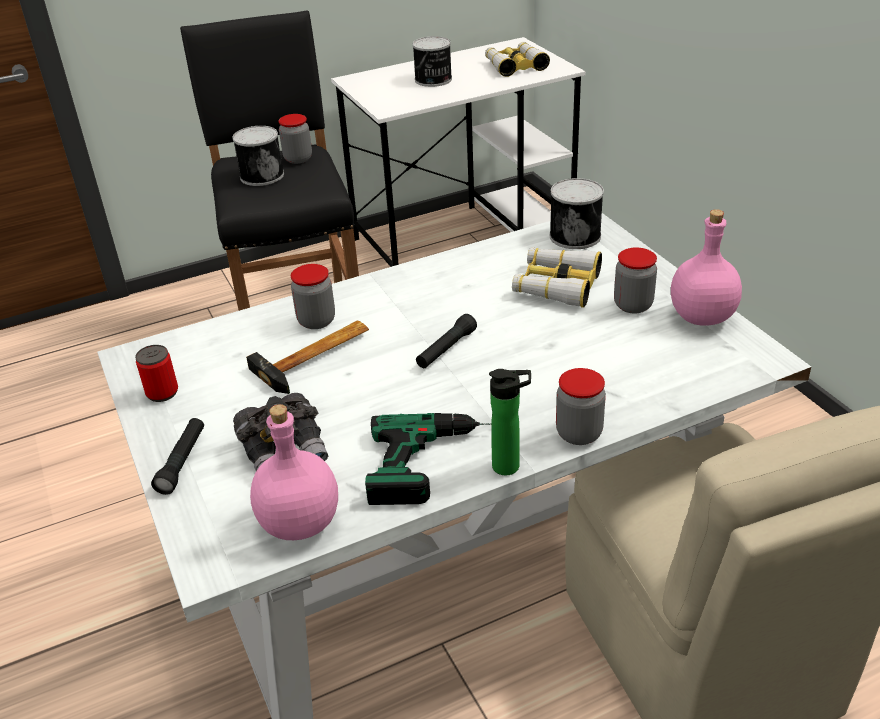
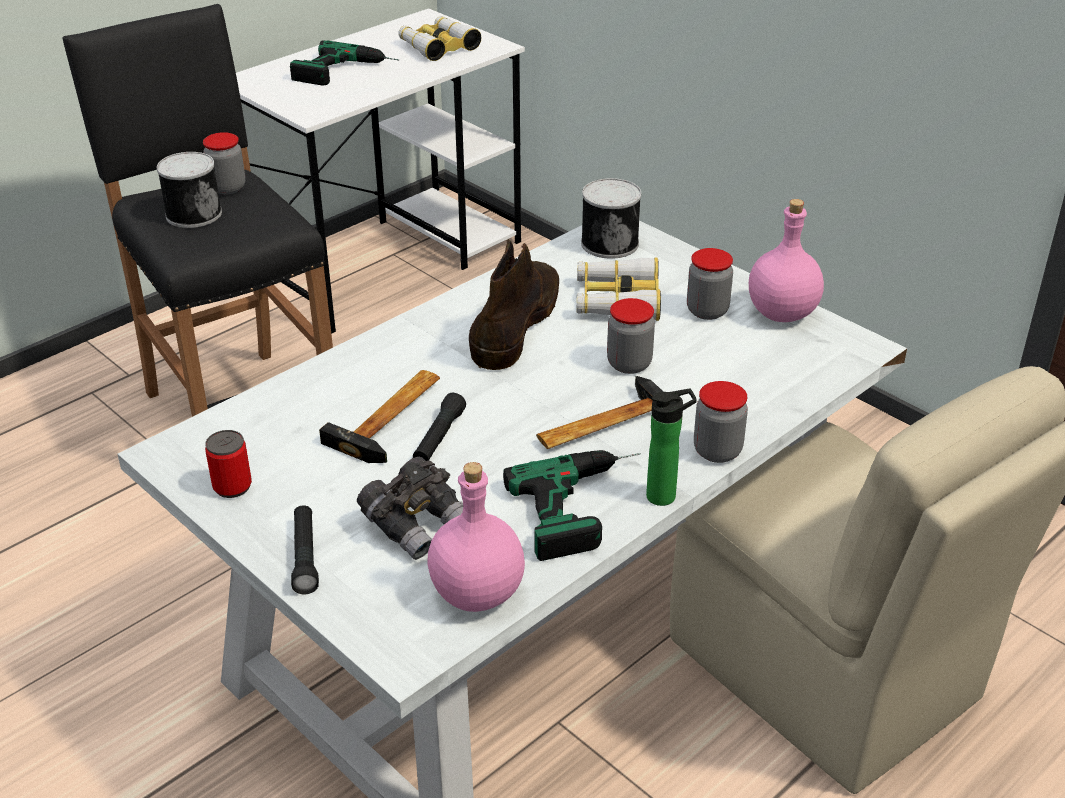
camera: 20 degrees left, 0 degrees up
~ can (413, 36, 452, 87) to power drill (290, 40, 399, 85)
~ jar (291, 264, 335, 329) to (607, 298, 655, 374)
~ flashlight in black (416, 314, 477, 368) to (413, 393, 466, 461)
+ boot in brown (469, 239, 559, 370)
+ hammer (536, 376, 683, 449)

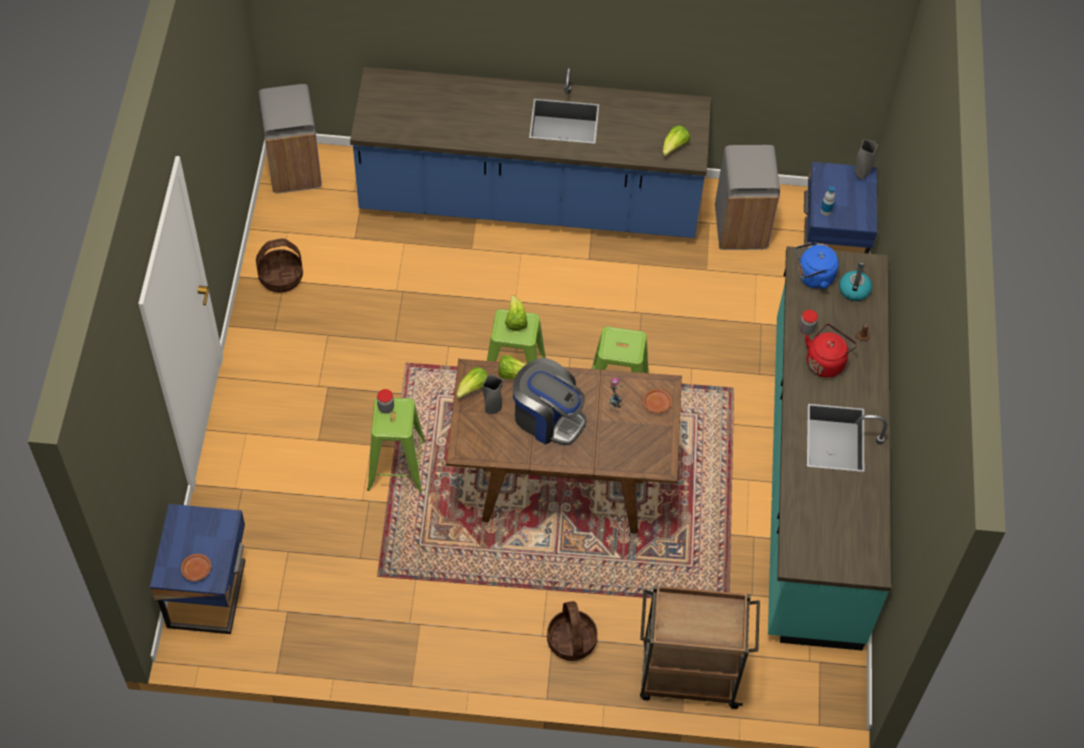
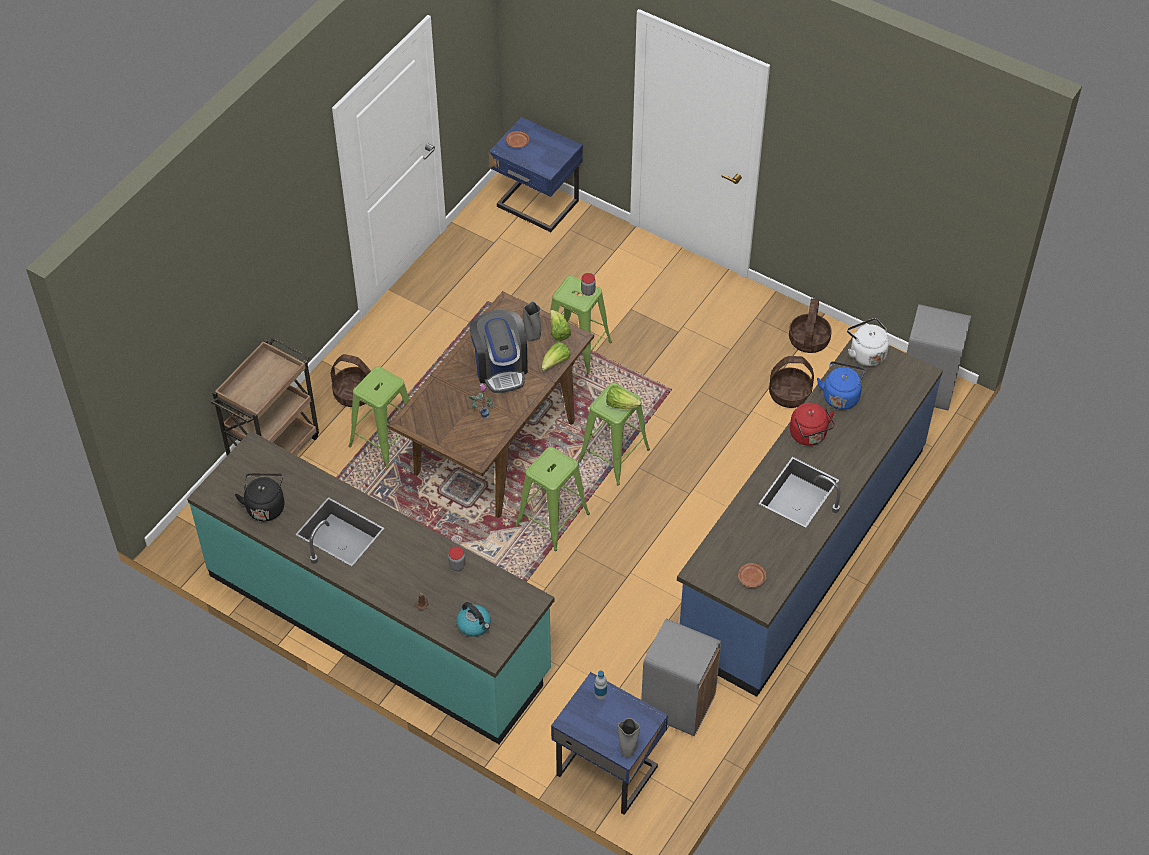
camera: 120 degrees right, 5 degrees down
- lettuce (663, 125, 690, 156)
~ kettle in blue (795, 242, 839, 289) to (817, 361, 865, 410)
~ kettle in red (805, 324, 857, 378) to (790, 403, 835, 446)
~ coffee machine (513, 358, 587, 445) = (470, 310, 528, 393) 75 degrees counterclockwise
~ plate in brown (643, 389, 672, 413) to (738, 563, 766, 587)
+ kettle in white (847, 318, 889, 366)
+ basket (769, 356, 814, 408)
+ stool in green (349, 366, 410, 468)
+ kettle in black (235, 473, 284, 521)

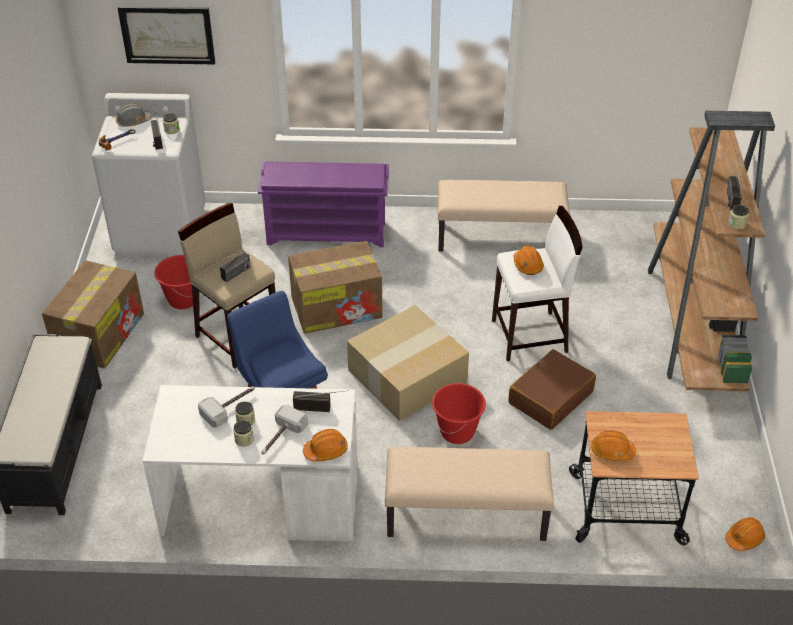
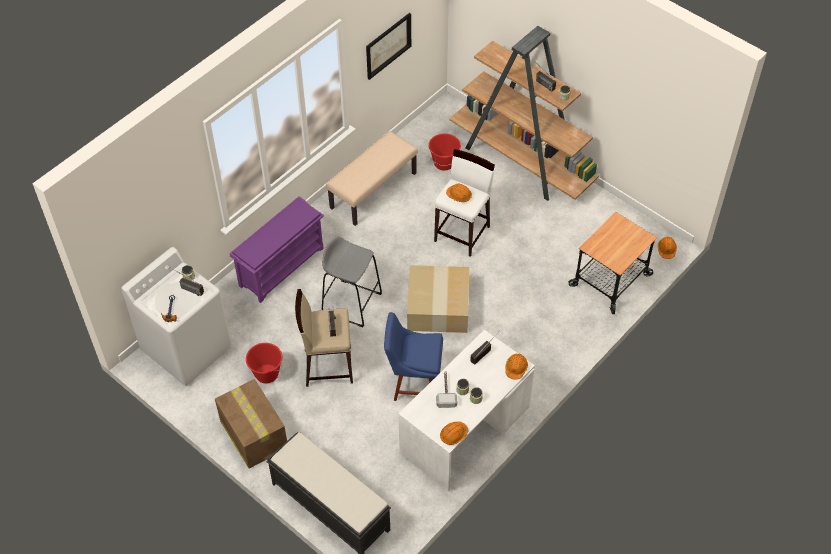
camera: 50 degrees left, 10 degrees up
~ picture (118, 6, 215, 64) to (366, 13, 411, 80)
- hard hat in grey (116, 103, 151, 126)
~ cardboard box (288, 241, 383, 334) to stool in grey (322, 237, 382, 327)
- suitcase in brown (508, 349, 596, 430)
~ bucket in red (432, 383, 486, 444) to (428, 133, 461, 171)
- hammer (261, 405, 308, 455)
~ hard hat in orange (591, 430, 636, 461) to (440, 421, 468, 445)
- bench in beige (385, 447, 554, 541)

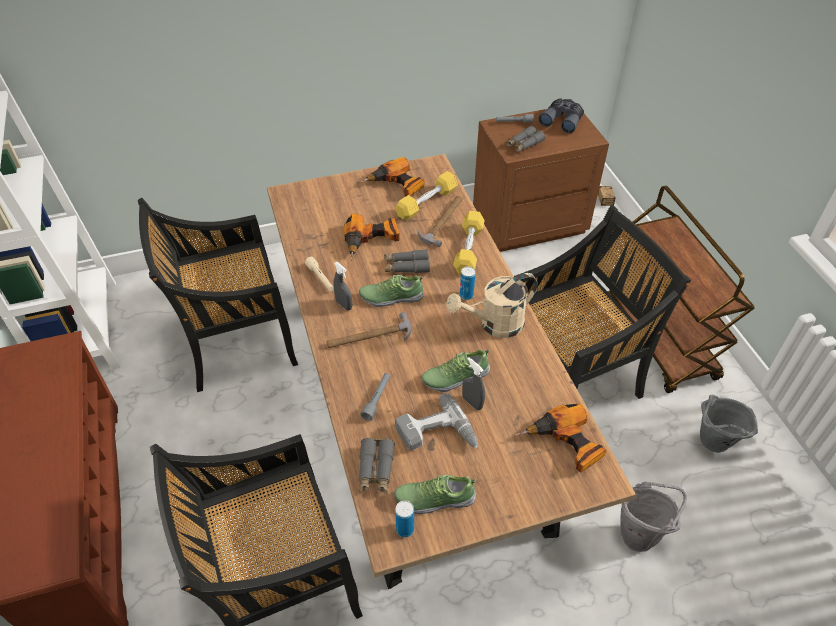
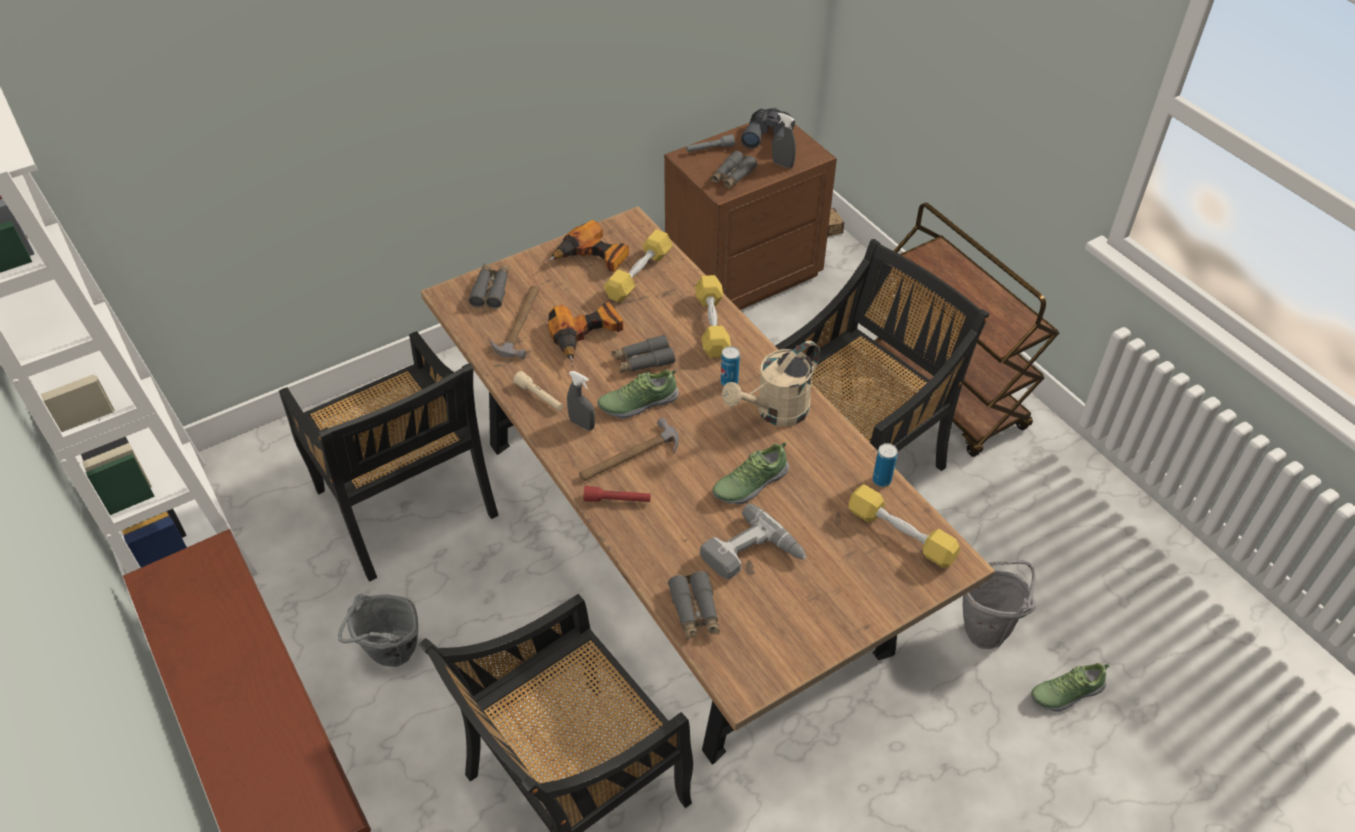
camera: 15 degrees left, 0 degrees up
~ hammer (418, 196, 462, 247) to (490, 286, 539, 359)
~ chair in black (138, 198, 298, 392) = (279, 331, 499, 581) 90 degrees counterclockwise
~ spray bottle in grey (462, 357, 485, 410) to (772, 112, 796, 169)
- flashlight in grey (360, 373, 390, 421)
~ bucket in grey (700, 395, 758, 453) to (338, 594, 418, 667)
~ power drill (514, 403, 606, 472) to dumbbell in yellow (849, 484, 960, 568)
~ shoe (394, 475, 476, 514) to (1031, 663, 1110, 712)
~ can (395, 500, 414, 537) to (873, 443, 898, 487)
+ binoculars in grey (468, 264, 509, 309)
+ flashlight in red (584, 486, 651, 502)

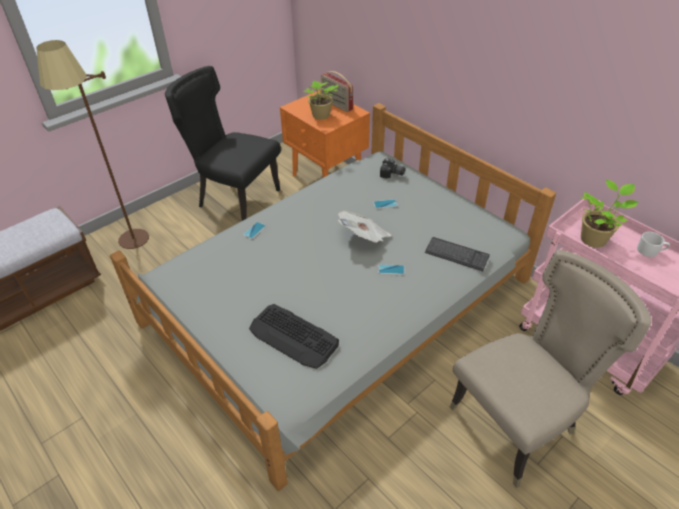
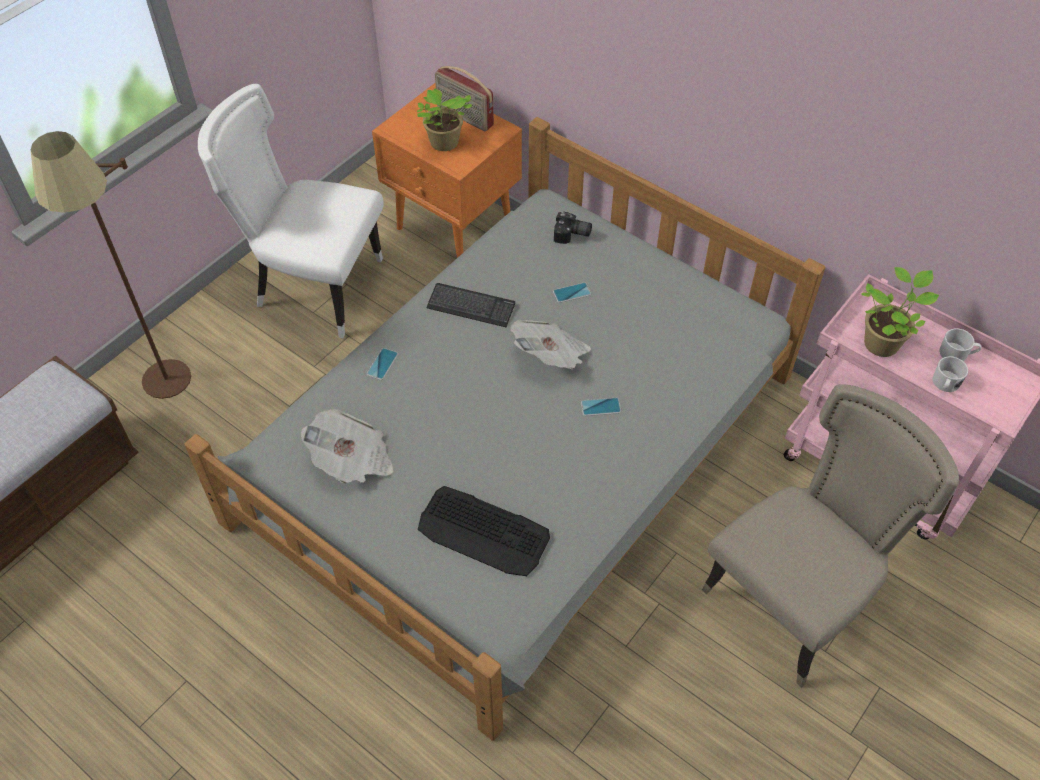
camera: 10 degrees left, 10 degrees up
~ chair in black (165, 66, 281, 221) to chair in white (198, 84, 384, 338)
~ keyboard (425, 237, 490, 271) to (427, 283, 515, 327)
+ mug in white (933, 356, 968, 392)
+ newspaper (301, 409, 394, 483)

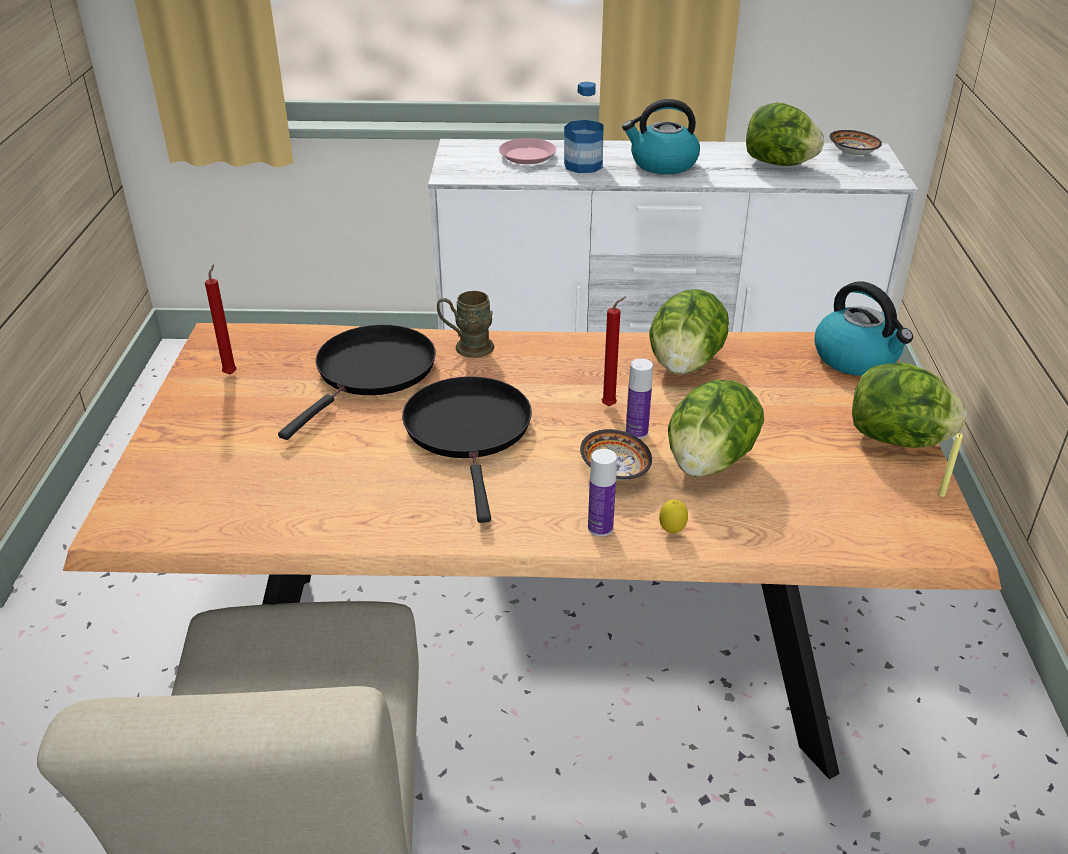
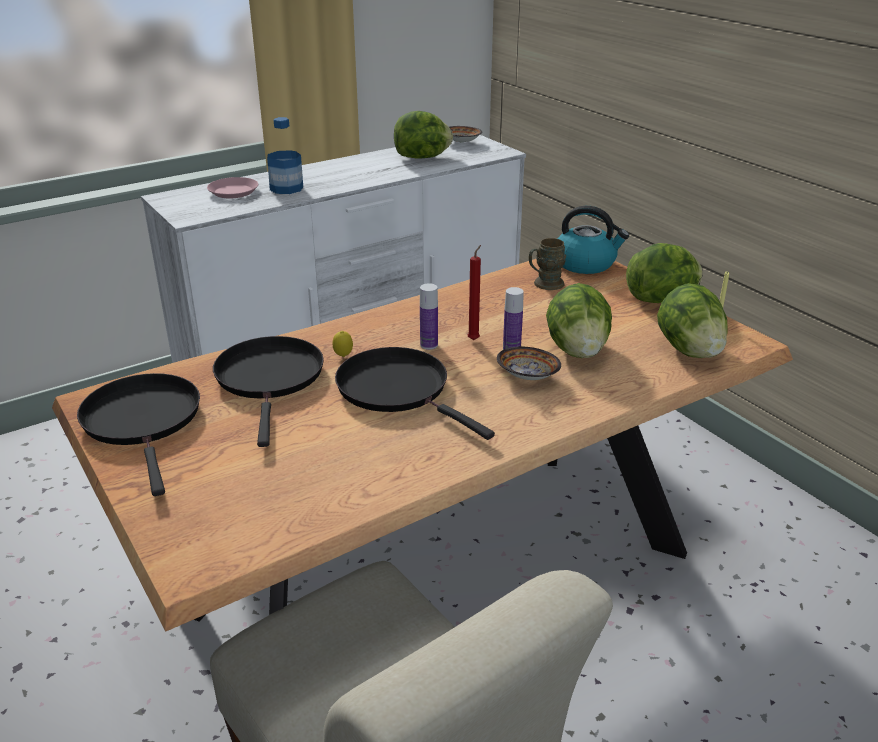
camera: 35 degrees left, 5 degrees down
- kettle (622, 99, 700, 174)
~ candle in red (205, 264, 237, 375) to frying pan in black (77, 373, 200, 496)
~ lettuce (649, 289, 729, 374) to (657, 283, 728, 358)
~ mug in brown (437, 291, 494, 358) to (529, 238, 566, 290)
~ bottle (588, 449, 617, 537) to (420, 283, 438, 350)
~ lemon (659, 499, 688, 533) to (332, 331, 353, 357)

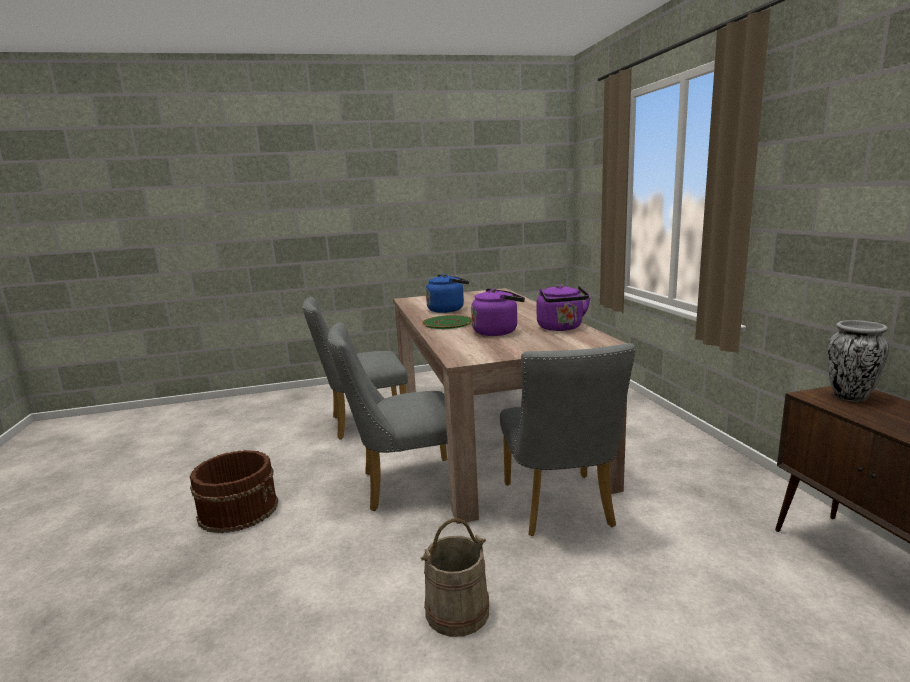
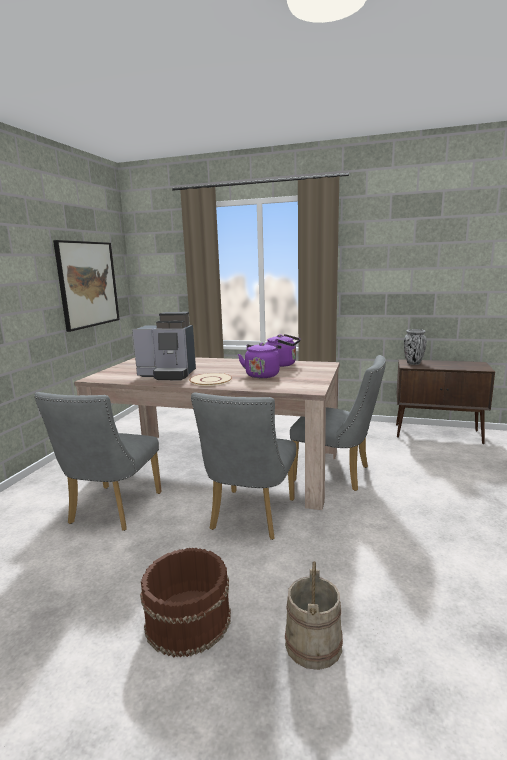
camera: 60 degrees left, 0 degrees up
~ kettle in blue (426, 274, 469, 313) to coffee machine (132, 312, 196, 381)
~ plate in green (422, 315, 472, 329) to plate in beige (189, 373, 232, 386)
~ bucket in beige (420, 518, 489, 637) to (285, 561, 343, 670)
+ picture (53, 240, 120, 332)

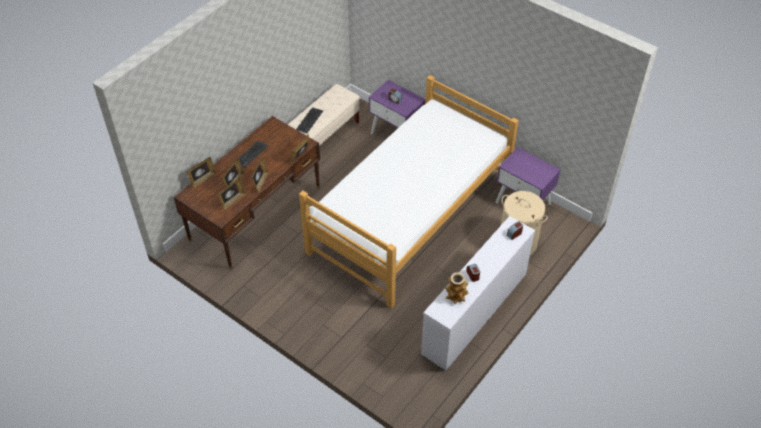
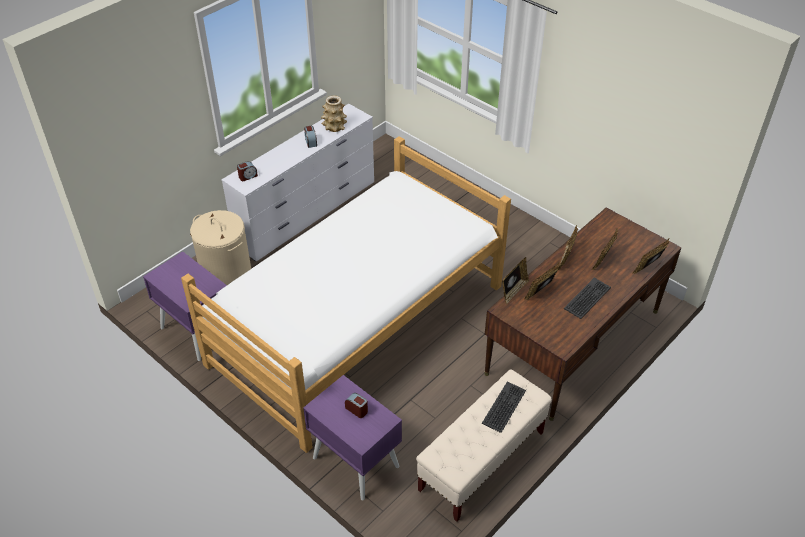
camera: 175 degrees left, 5 degrees down
~ picture frame (218, 178, 246, 210) to (524, 261, 560, 300)

